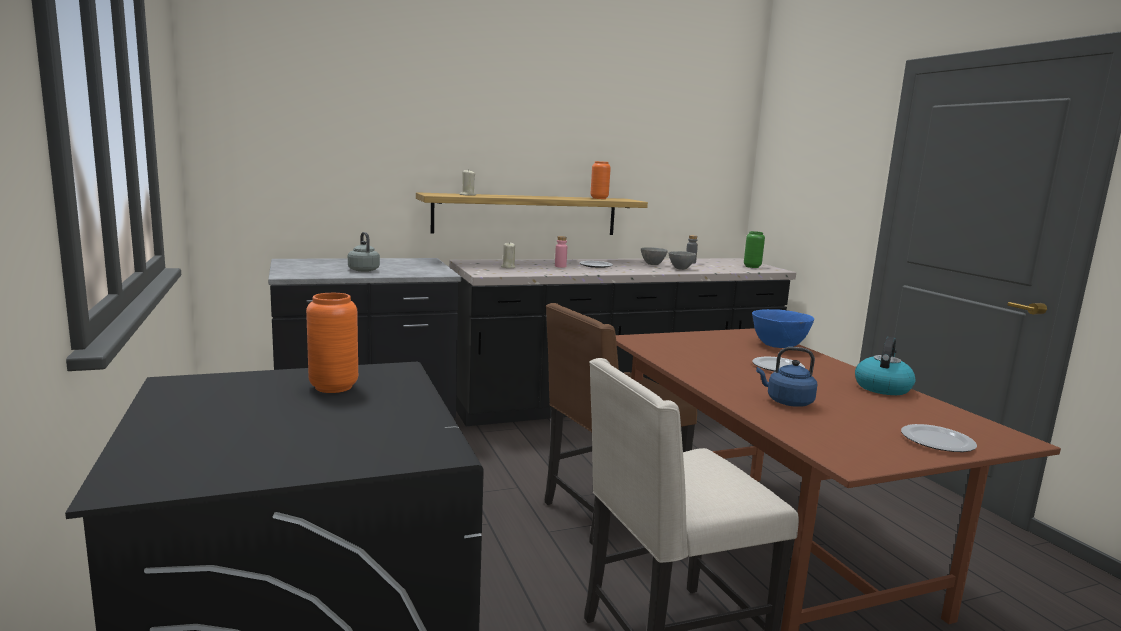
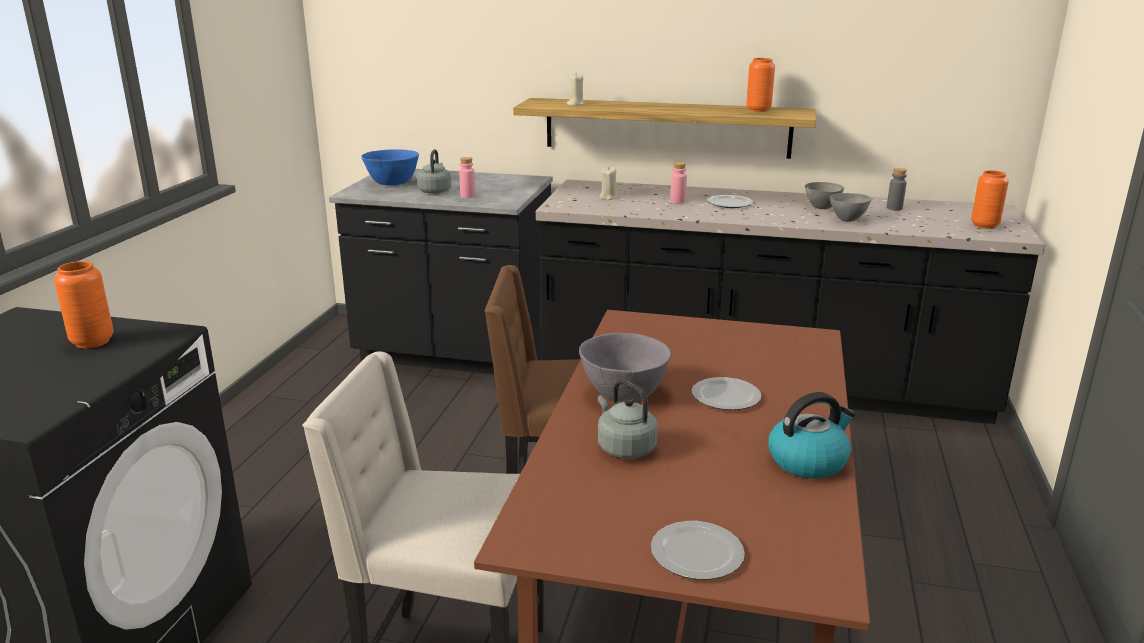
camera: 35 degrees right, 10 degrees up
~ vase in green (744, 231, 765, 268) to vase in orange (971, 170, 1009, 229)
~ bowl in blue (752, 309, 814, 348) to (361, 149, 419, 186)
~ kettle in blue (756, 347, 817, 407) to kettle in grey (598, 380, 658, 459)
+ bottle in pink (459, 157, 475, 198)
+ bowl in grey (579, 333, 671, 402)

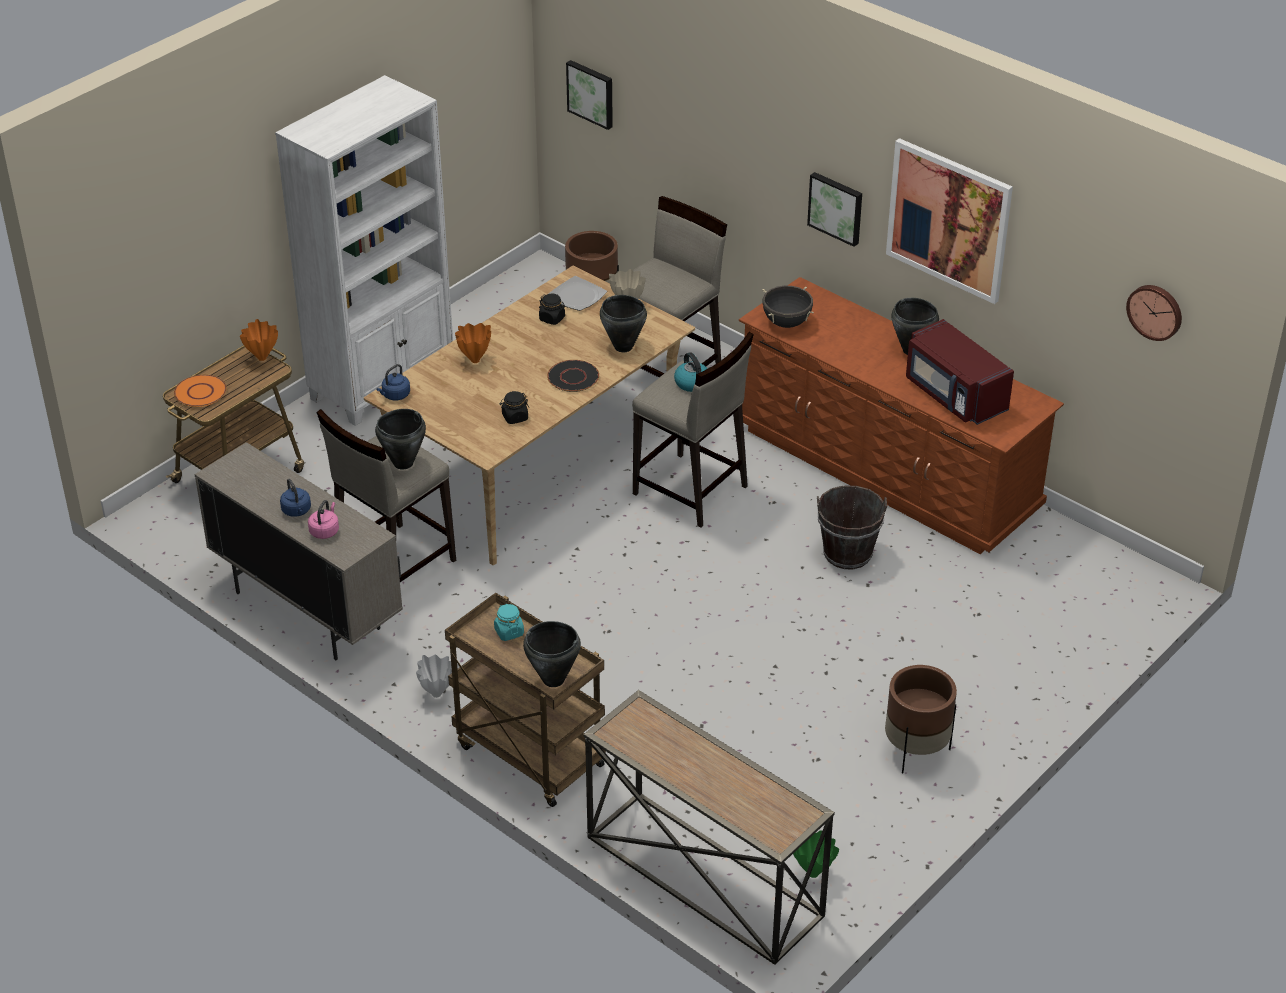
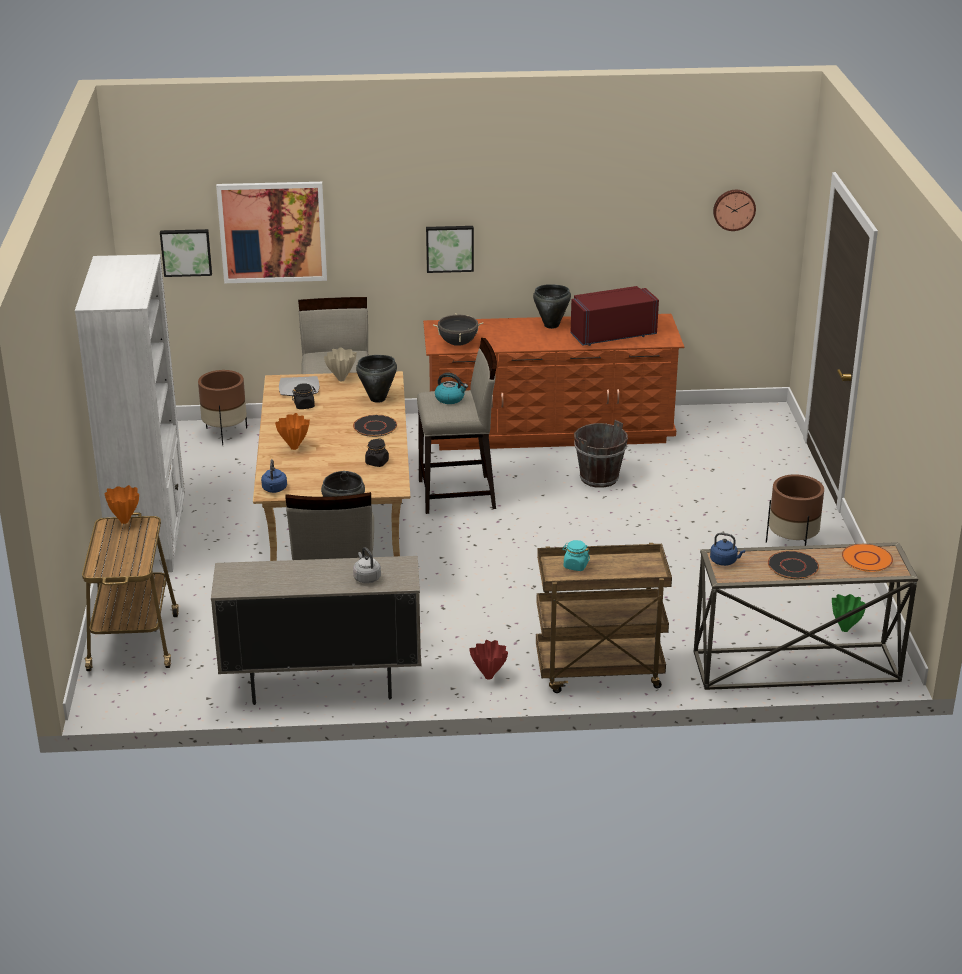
camera: 45 degrees left, 10 degrees down
~ picture (886, 138, 1013, 304) to (216, 182, 327, 283)
~ microwave in red (906, 319, 1014, 425) = (570, 286, 659, 346) 150 degrees clockwise
~ plate in orange (174, 375, 227, 407) to (842, 544, 893, 572)
~ kettle in blue (280, 479, 311, 517) to (710, 533, 745, 566)
~ kettle in pink (308, 500, 339, 539) to kettle in grey (353, 547, 381, 584)
- cooking pot in black (523, 621, 581, 687)
~ vase in white (416, 655, 452, 698) to vase in red (469, 640, 508, 680)
+ plate in black (768, 551, 819, 579)

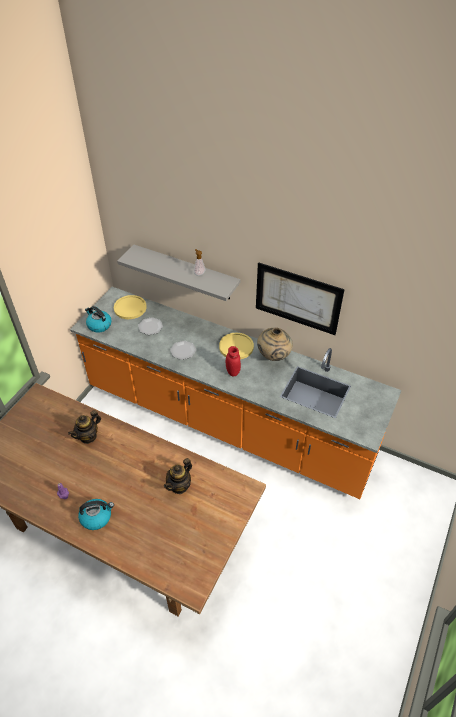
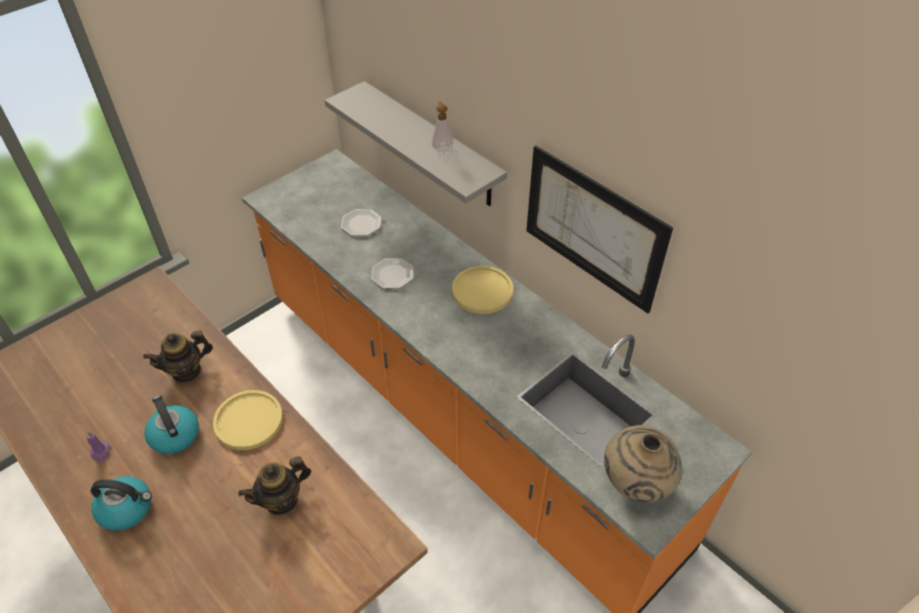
camera: 20 degrees right, 0 degrees up
~ plate in yellow (114, 295, 147, 319) to (213, 390, 283, 450)
~ kettle (85, 306, 112, 333) to (144, 395, 199, 454)
~ vase in beige (257, 327, 293, 361) to (604, 425, 683, 502)
- jar in red (226, 346, 241, 376)

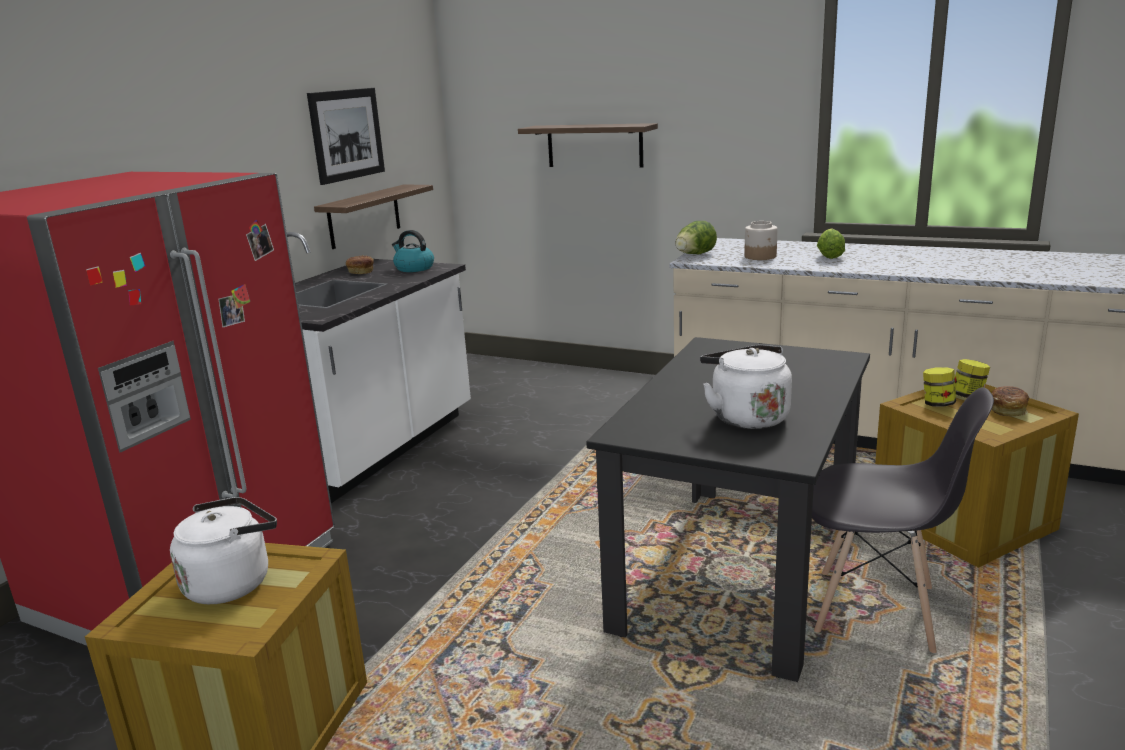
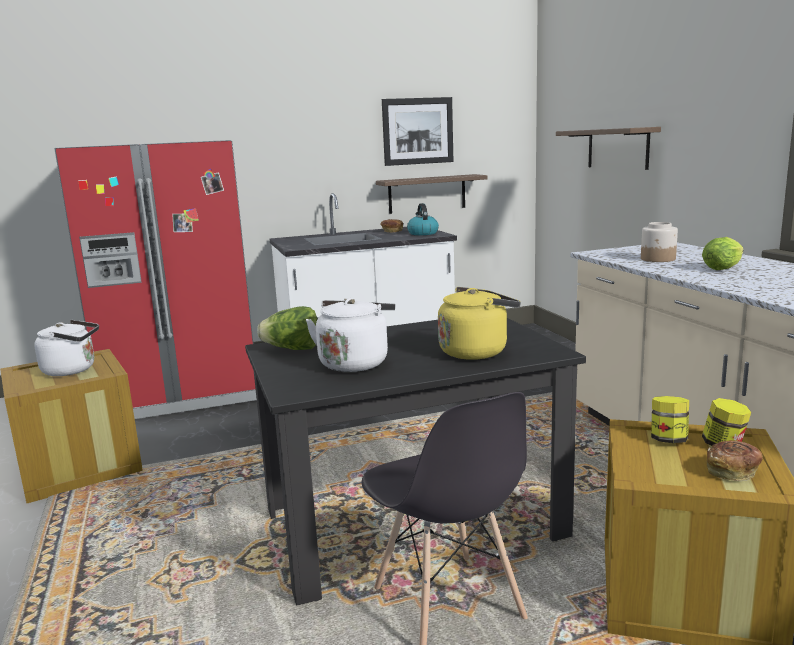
camera: 45 degrees right, 5 degrees down
~ lettuce (675, 221, 717, 254) to (257, 306, 318, 350)
+ kettle in yellow (438, 287, 521, 360)

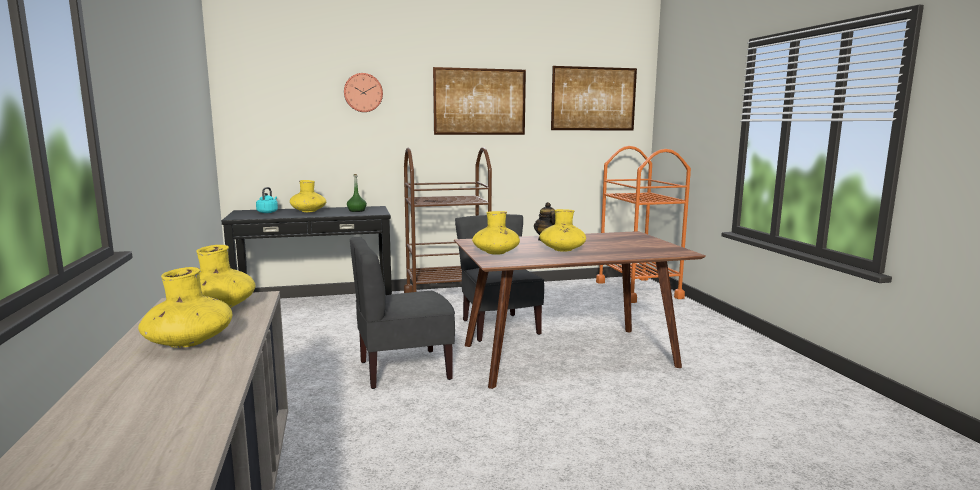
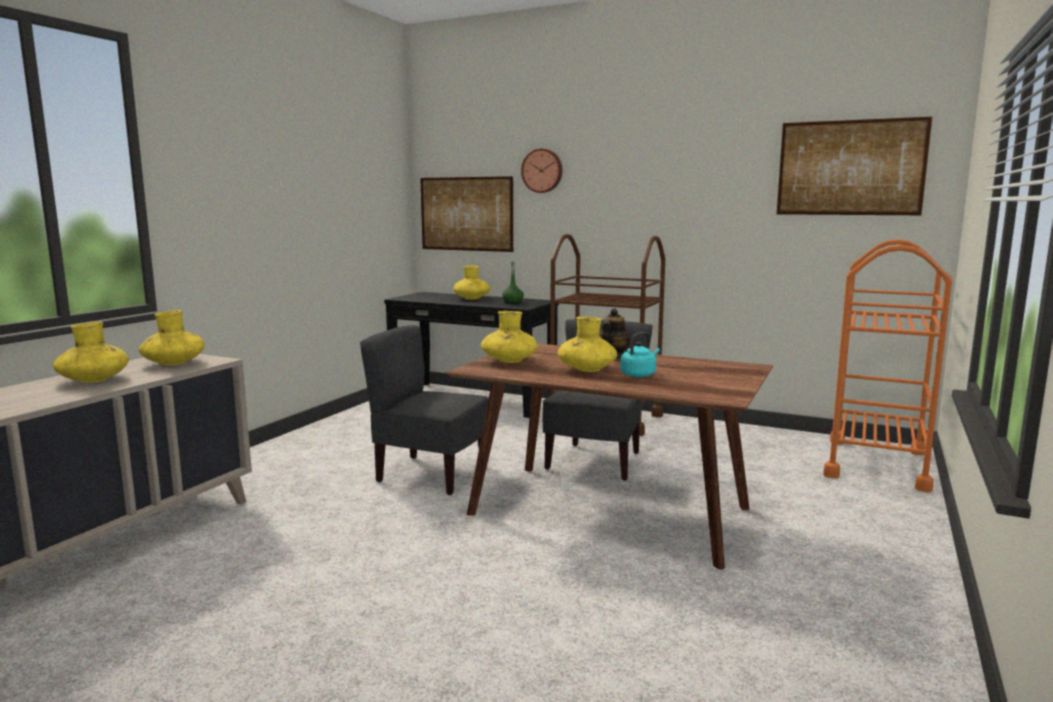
camera: 40 degrees right, 0 degrees up
~ picture (433, 67, 526, 135) to (420, 176, 513, 252)
~ kettle in turquoise (256, 187, 278, 213) to (620, 332, 660, 377)

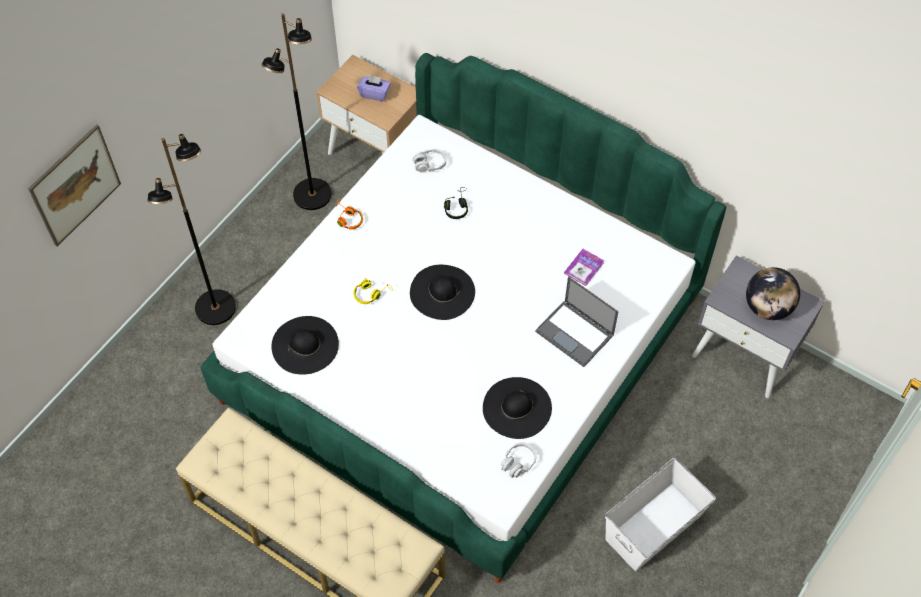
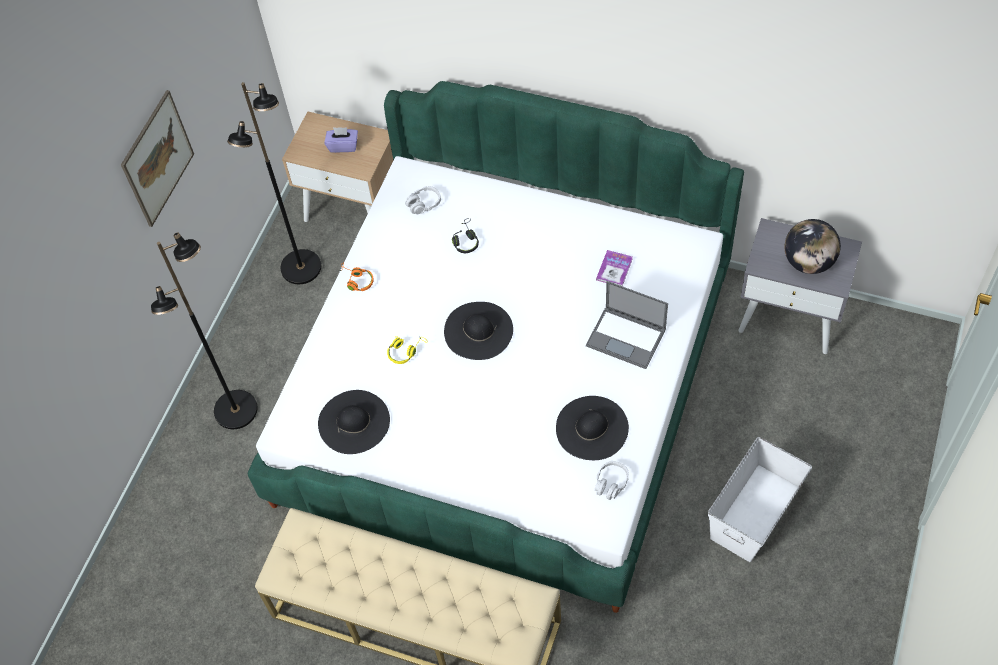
camera: 10 degrees left, 0 degrees up
~ picture (28, 124, 121, 247) to (121, 90, 194, 227)

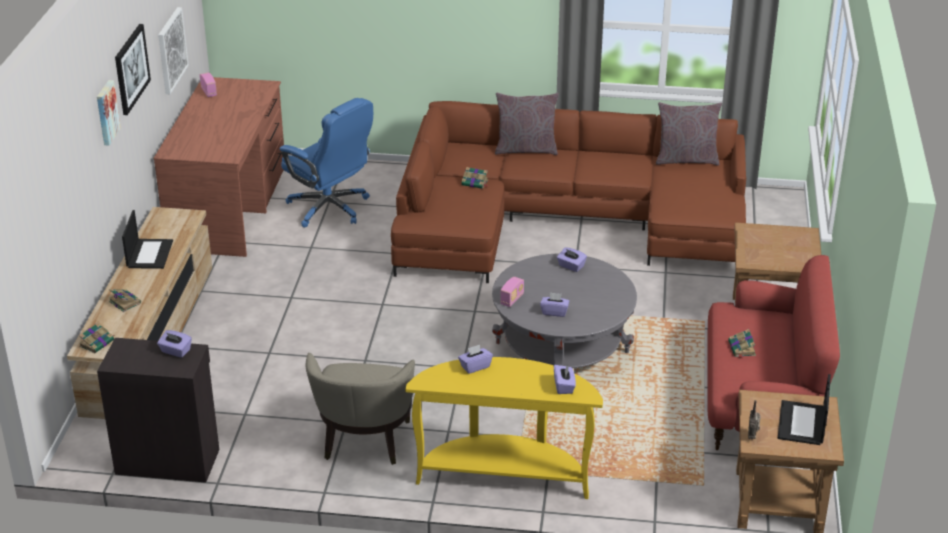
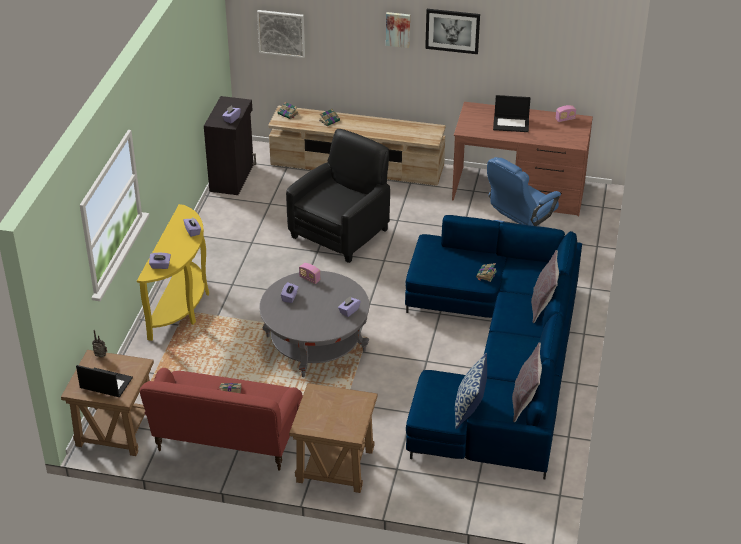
camera: 95 degrees right, 5 degrees up
~ picture (158, 7, 189, 94) to (257, 10, 305, 58)
~ sofa in brown (391, 101, 746, 283) to sofa in blue (405, 215, 582, 479)
~ laptop (122, 210, 173, 269) to (493, 95, 531, 132)
- armchair in beige (306, 353, 415, 465)
+ armchair in black (286, 129, 390, 263)
+ pillow (455, 353, 487, 429)

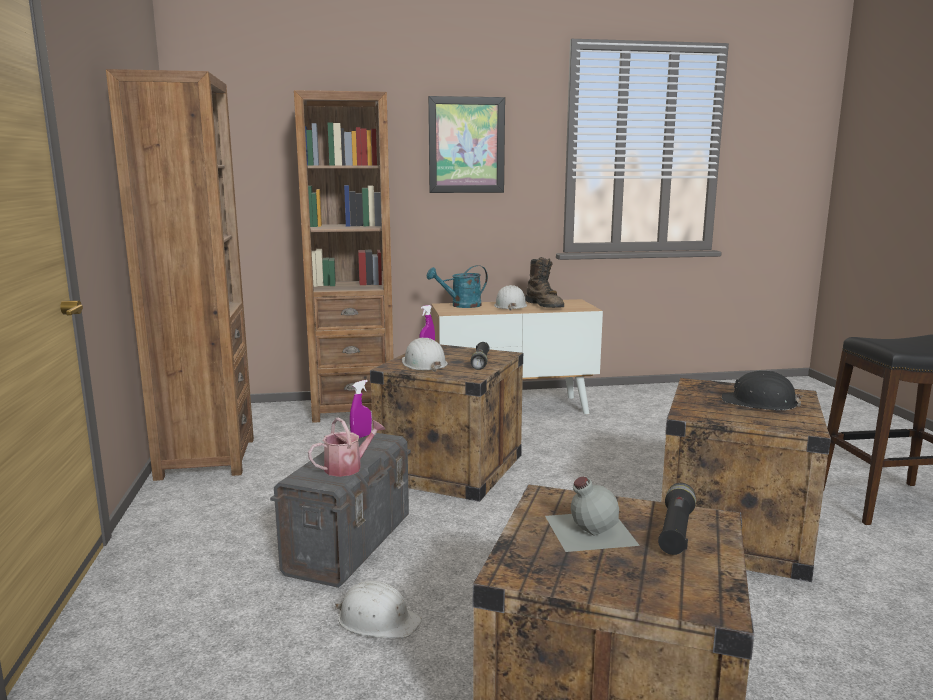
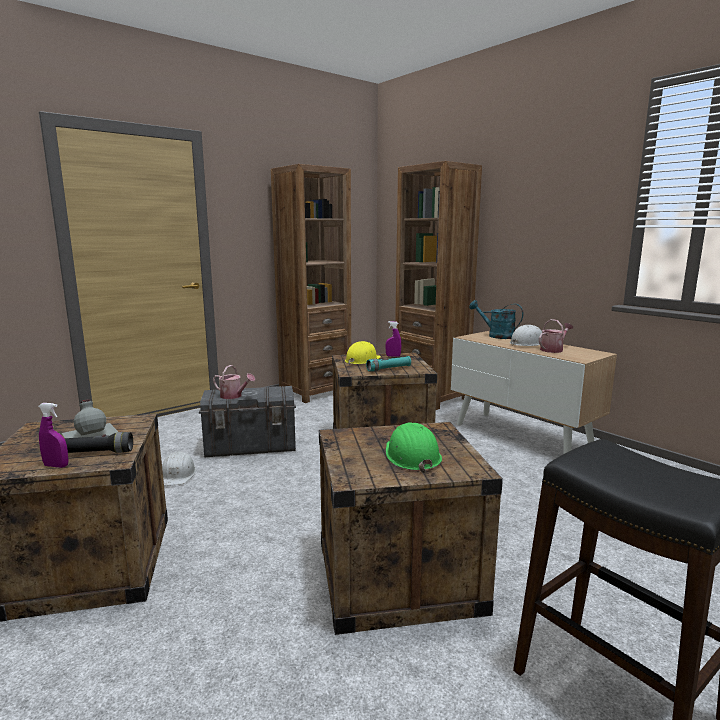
camera: 60 degrees right, 0 degrees up
- picture (428, 96, 505, 193)
~ boot in brown (525, 257, 564, 308) to watering can (539, 319, 573, 353)
~ hard hat in white (402, 338, 448, 372) to hard hat in yellow (345, 341, 381, 365)
~ flashlight in black (471, 342, 489, 370) to flashlight in turquoise (366, 356, 411, 372)
~ hard hat in black (722, 371, 802, 410) to hard hat in green (386, 422, 442, 473)
~ spray bottle in purple (350, 380, 372, 438) to (38, 403, 68, 468)

